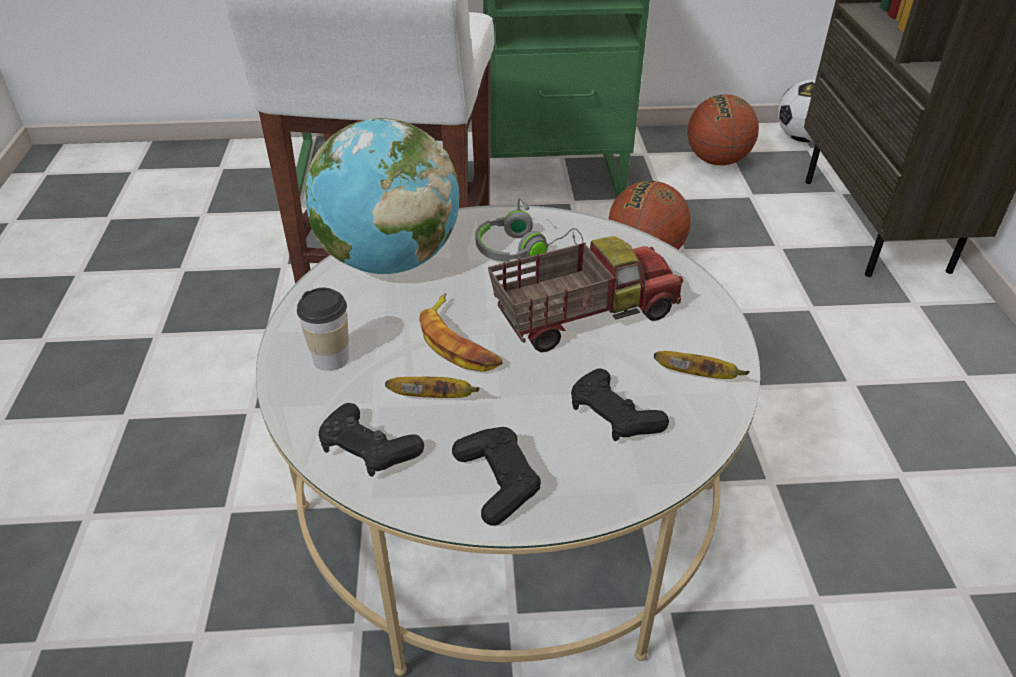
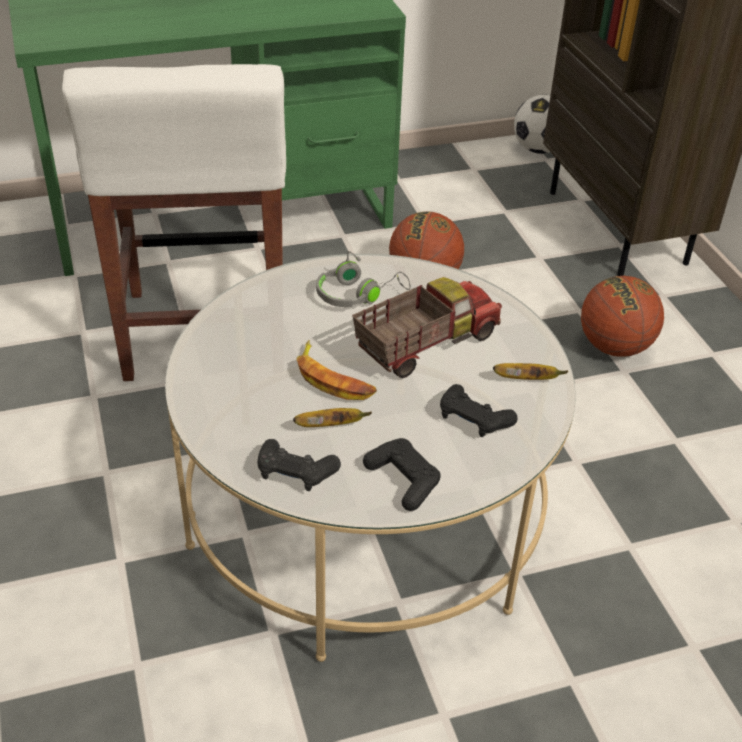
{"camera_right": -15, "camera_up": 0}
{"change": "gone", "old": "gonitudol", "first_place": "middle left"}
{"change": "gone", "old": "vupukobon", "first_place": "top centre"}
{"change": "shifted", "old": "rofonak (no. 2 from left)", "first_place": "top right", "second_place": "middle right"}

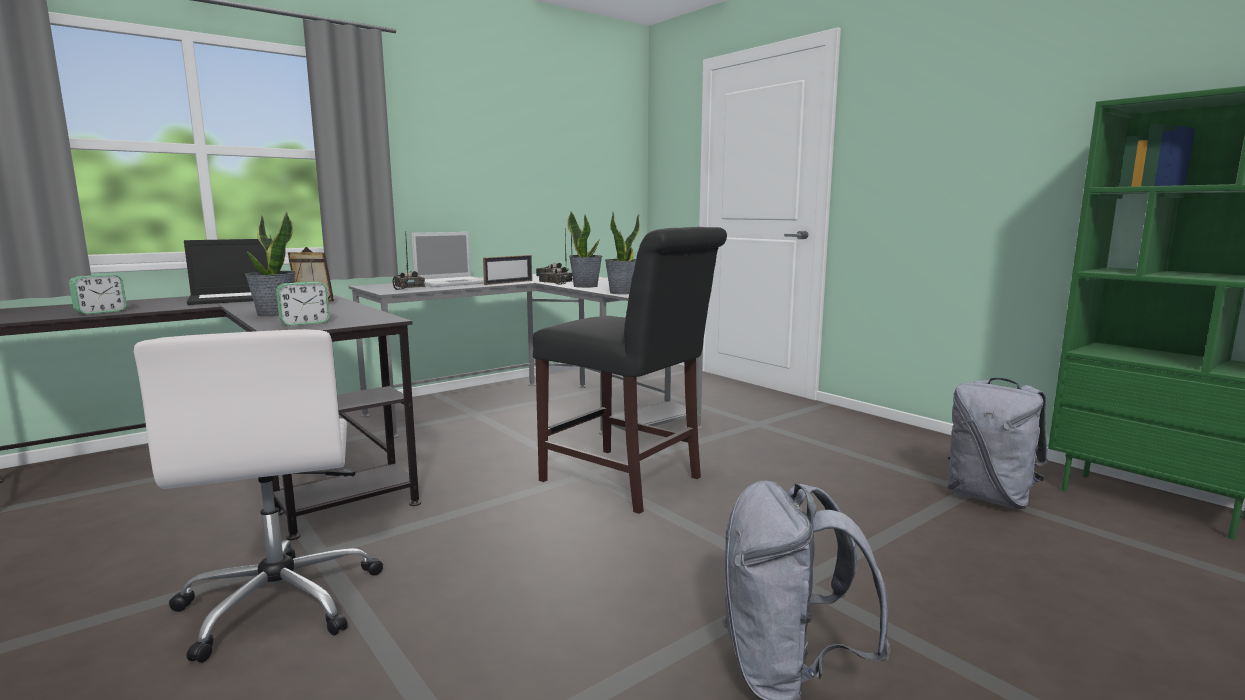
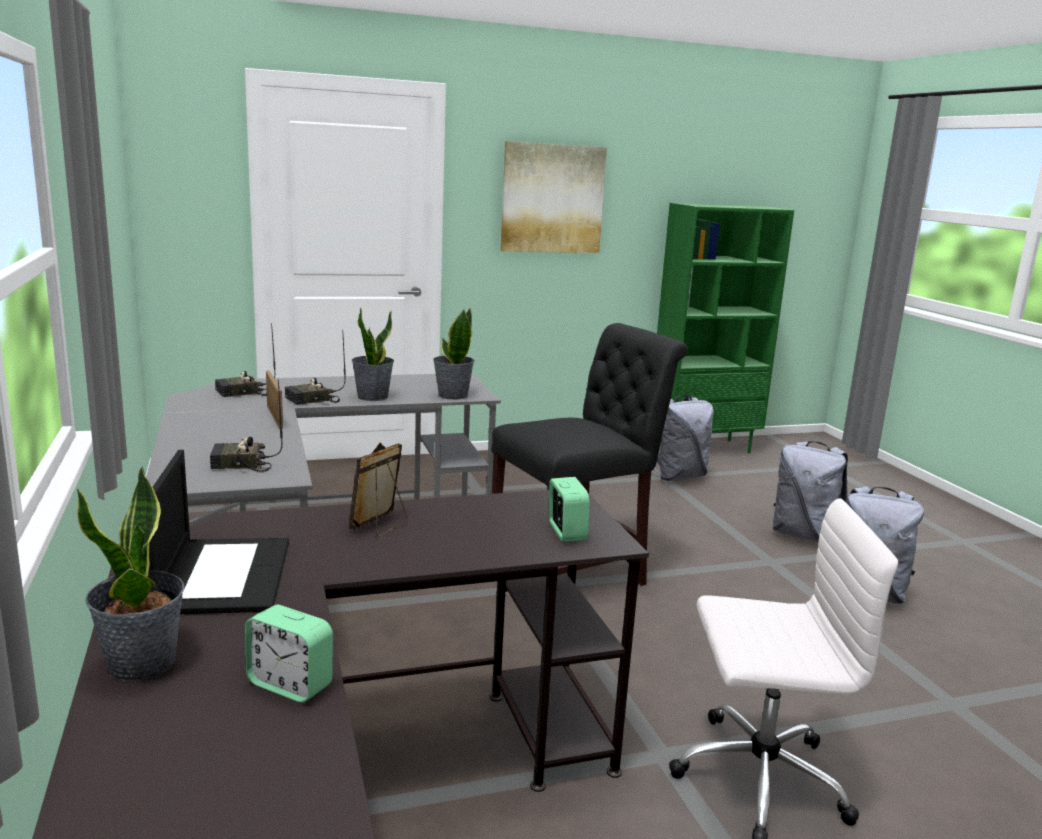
{"camera_right": -70, "camera_up": 5}
{"change": "rotated", "old": "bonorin (no. 1 from left)", "first_place": "middle left", "second_place": "bottom left", "degrees": 150}
{"change": "shifted", "old": "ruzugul (no. 1 from left)", "first_place": "middle left", "second_place": "bottom left"}
{"change": "gone", "old": "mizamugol (no. 2 from left)", "first_place": "centre"}
{"change": "new", "new": "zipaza", "second_place": "top centre"}
{"change": "new", "new": "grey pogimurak (no. 2 from left)", "second_place": "middle right"}

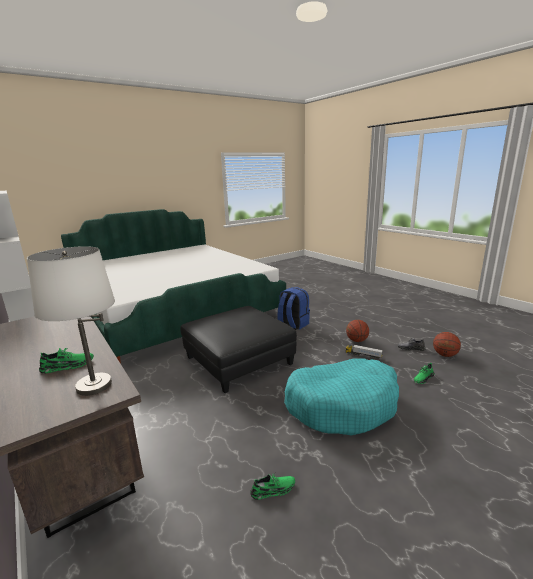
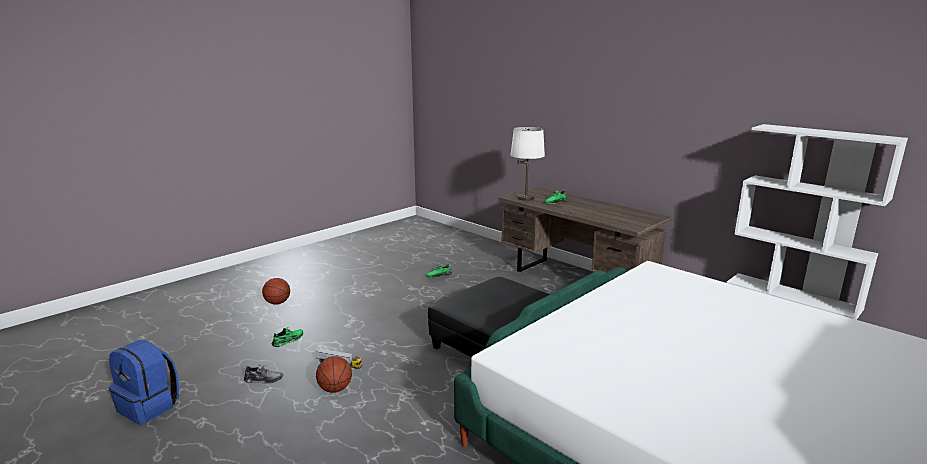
{"camera_right": 170, "camera_up": 0}
{"change": "shifted", "old": "blue pogimurak", "first_place": "centre", "second_place": "bottom left"}
{"change": "gone", "old": "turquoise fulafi", "first_place": "bottom centre"}
{"change": "shifted", "old": "rofonak (no. 2 from left in the first image)", "new": "rofonak (no. 1 from left)", "first_place": "middle right", "second_place": "middle left"}

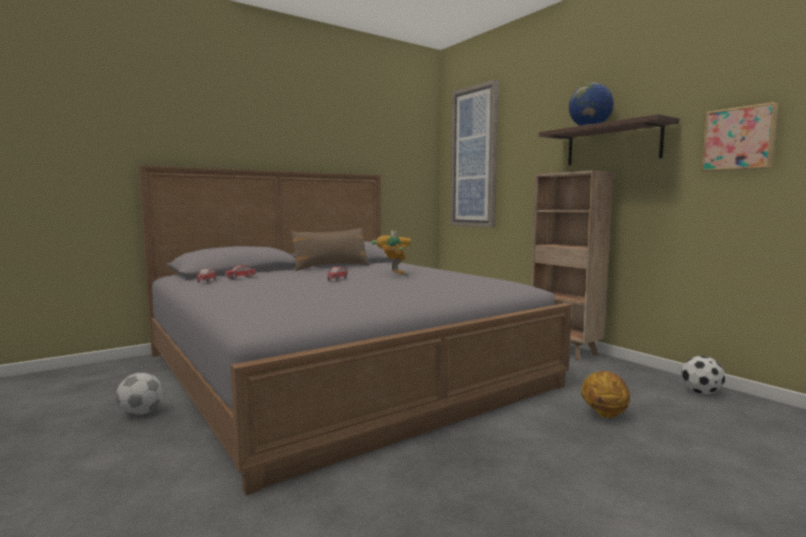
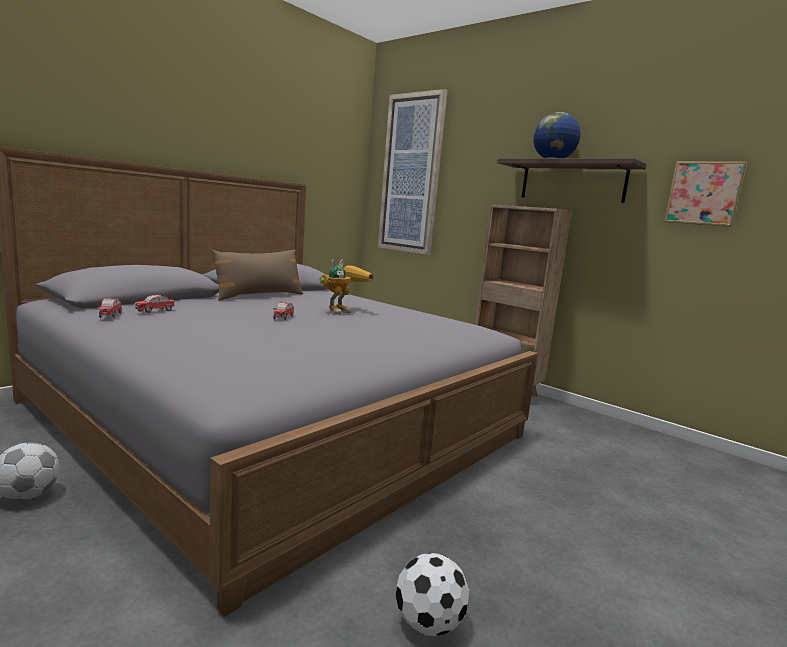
{"camera_right": -15, "camera_up": 5}
{"change": "rotated", "old": "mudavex", "first_place": "centre", "second_place": "centre", "degrees": 75}
{"change": "gone", "old": "rofonak", "first_place": "bottom right"}
{"change": "shifted", "old": "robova (no. 2 from left)", "first_place": "bottom right", "second_place": "bottom centre"}

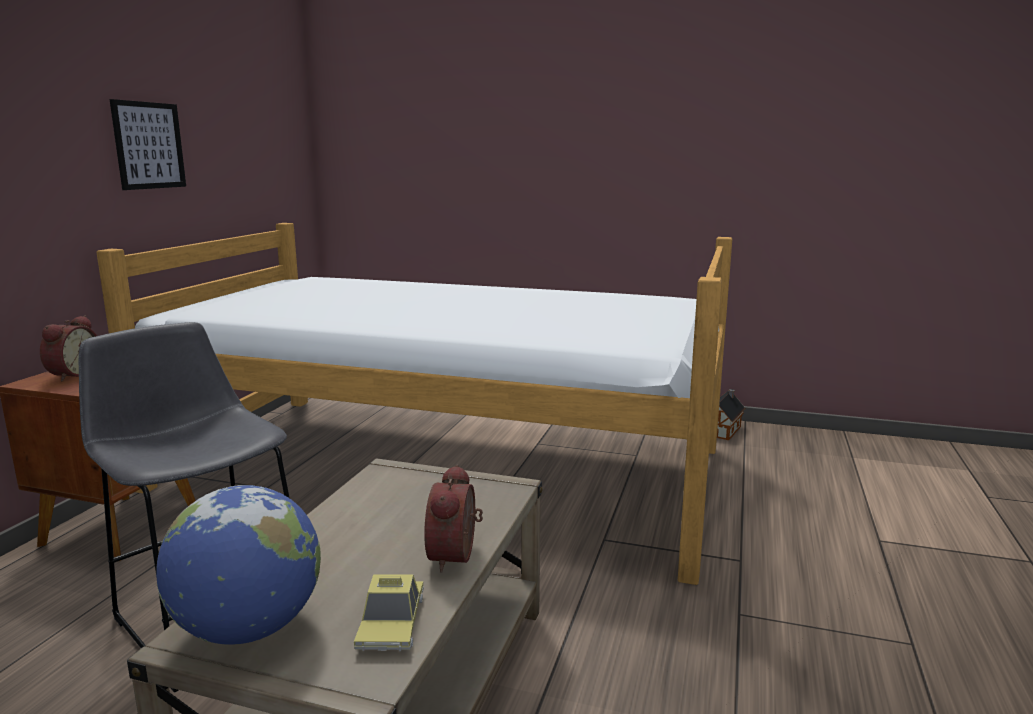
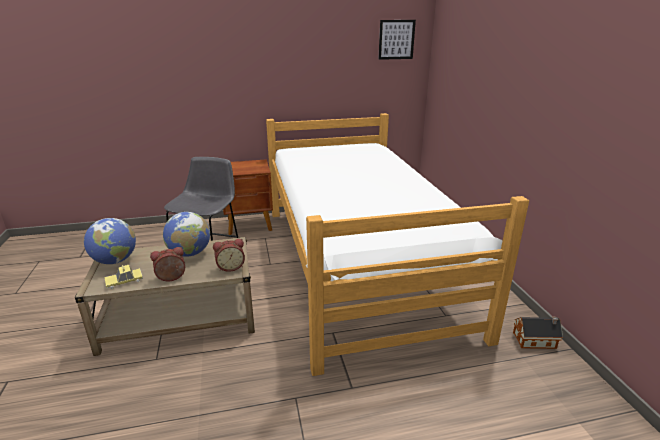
{"camera_right": 60, "camera_up": 10}
{"change": "shifted", "old": "bonorin (no. 1 from left in the first image)", "new": "bonorin (no. 2 from left)", "first_place": "middle left", "second_place": "centre"}
{"change": "shifted", "old": "zipaza", "first_place": "top left", "second_place": "top centre"}
{"change": "new", "new": "vupukobon (no. 2 from left)", "second_place": "middle left"}

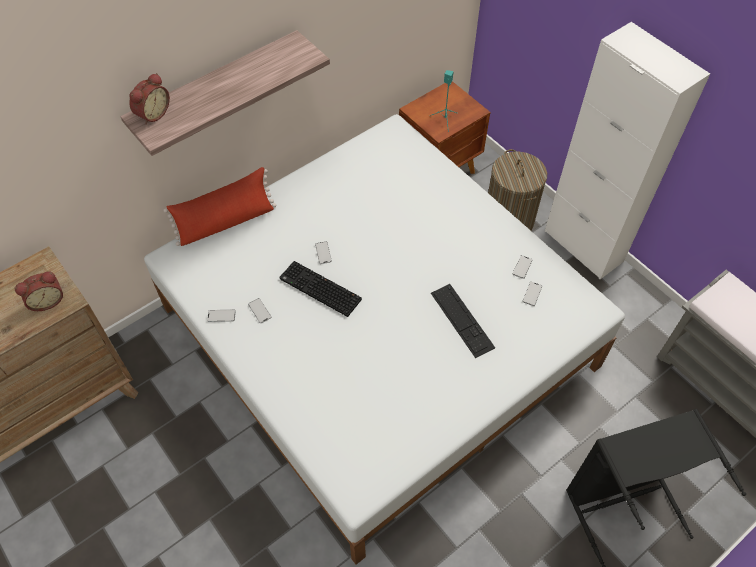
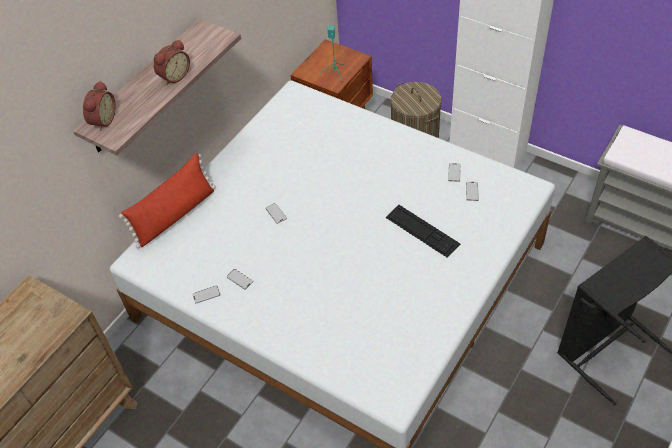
{"camera_right": -15, "camera_up": -5}
{"change": "shifted", "old": "bonorin (no. 1 from left in the first image)", "new": "bonorin (no. 2 from left)", "first_place": "middle left", "second_place": "top left"}
{"change": "gone", "old": "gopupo (no. 1 from left)", "first_place": "centre"}

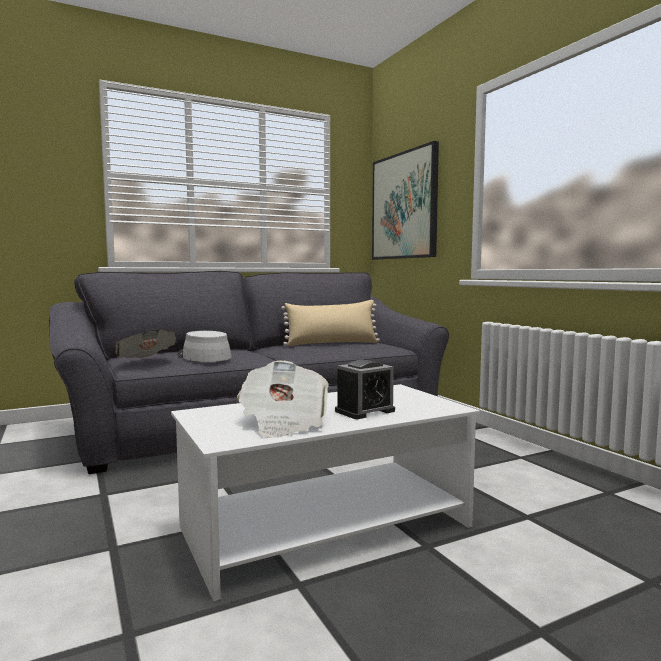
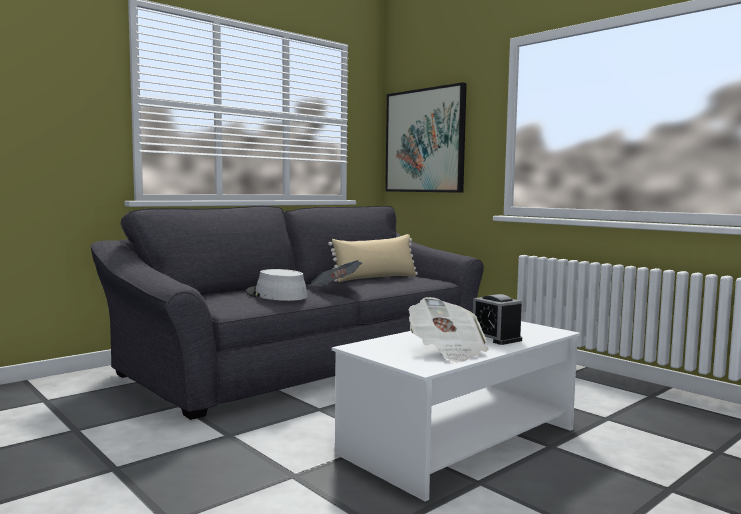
{"camera_right": -15, "camera_up": 0}
{"change": "shifted", "old": "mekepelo (no. 1 from left)", "first_place": "middle left", "second_place": "centre"}
{"change": "rotated", "old": "bonorin", "first_place": "centre", "second_place": "middle right", "degrees": 105}

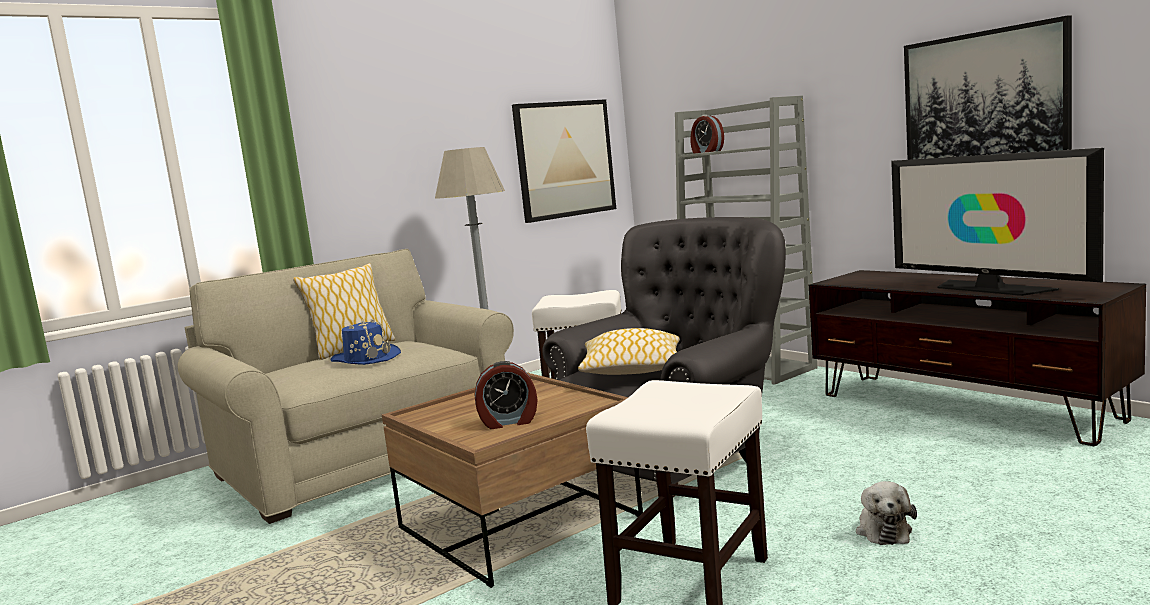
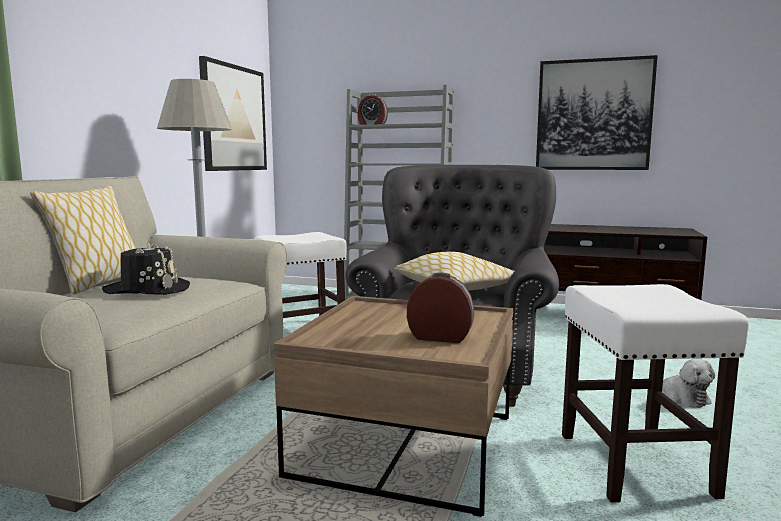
{"camera_right": -35, "camera_up": 0}
{"change": "repainted", "old": "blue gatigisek", "new": "black gatigisek", "first_place": "middle left", "second_place": "middle left"}
{"change": "rotated", "old": "bonorin (no. 1 from left in the first image)", "first_place": "centre", "second_place": "centre", "degrees": -120}
{"change": "gone", "old": "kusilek", "first_place": "middle right"}

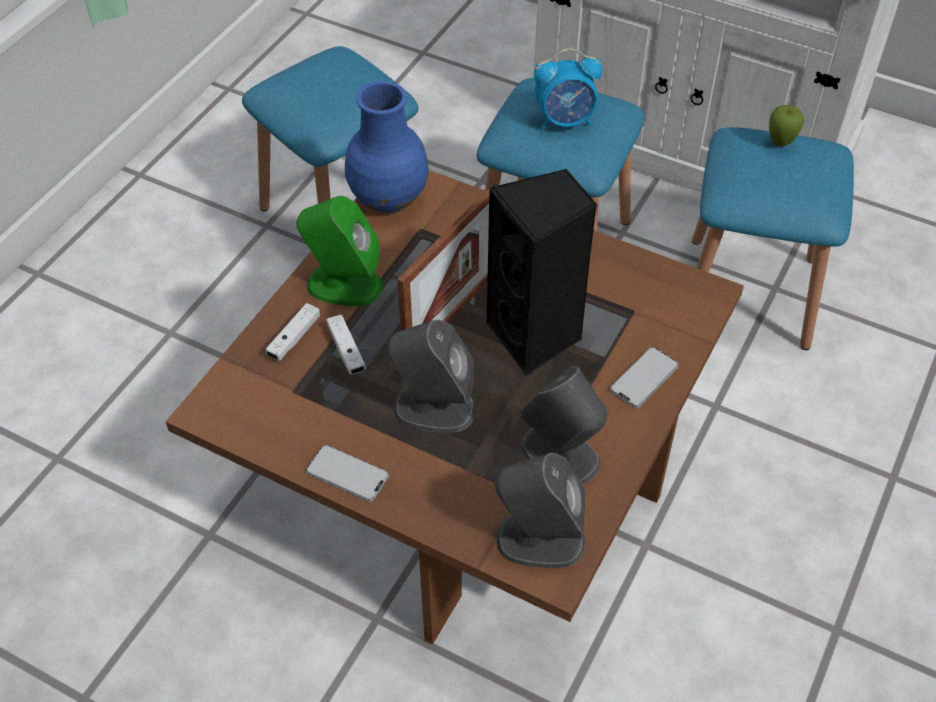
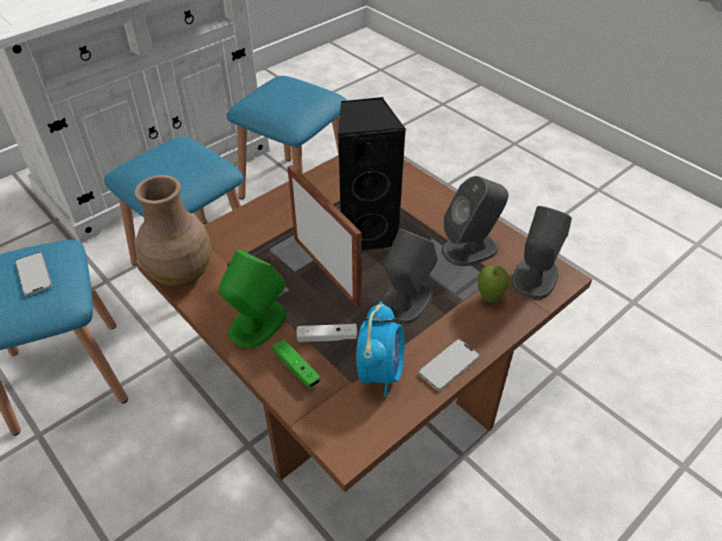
{"camera_right": -70, "camera_up": -5}
{"change": "repainted", "old": "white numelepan (no. 1 from left)", "new": "green numelepan", "first_place": "middle left", "second_place": "bottom centre"}
{"change": "repainted", "old": "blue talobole", "new": "brown talobole", "first_place": "top centre", "second_place": "middle left"}
{"change": "shifted", "old": "bonorin", "first_place": "top centre", "second_place": "centre"}
{"change": "shifted", "old": "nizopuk (no. 2 from left in the first image)", "new": "nizopuk (no. 1 from left)", "first_place": "middle right", "second_place": "middle left"}
{"change": "shifted", "old": "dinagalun", "first_place": "top right", "second_place": "middle right"}

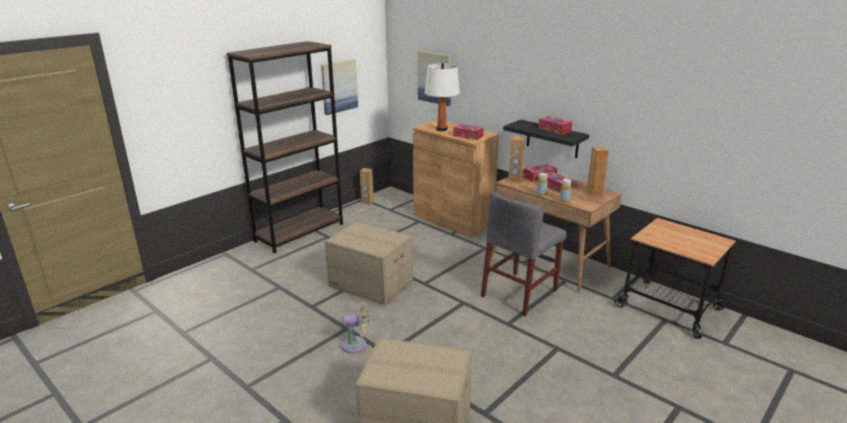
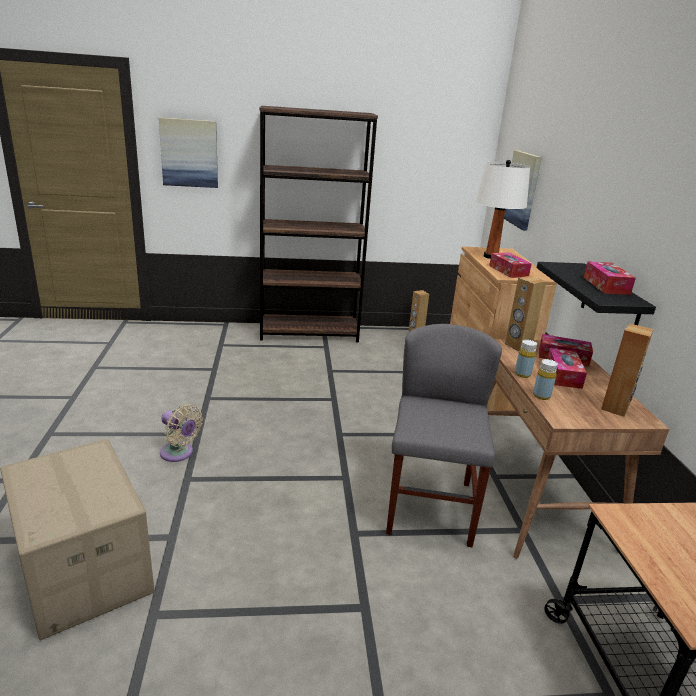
{"camera_right": 40, "camera_up": 0}
{"change": "shifted", "old": "zipaza (no. 1 from left)", "first_place": "top centre", "second_place": "top left"}
{"change": "gone", "old": "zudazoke (no. 1 from left)", "first_place": "centre"}
{"change": "rotated", "old": "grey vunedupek", "first_place": "centre", "second_place": "centre", "degrees": 105}

